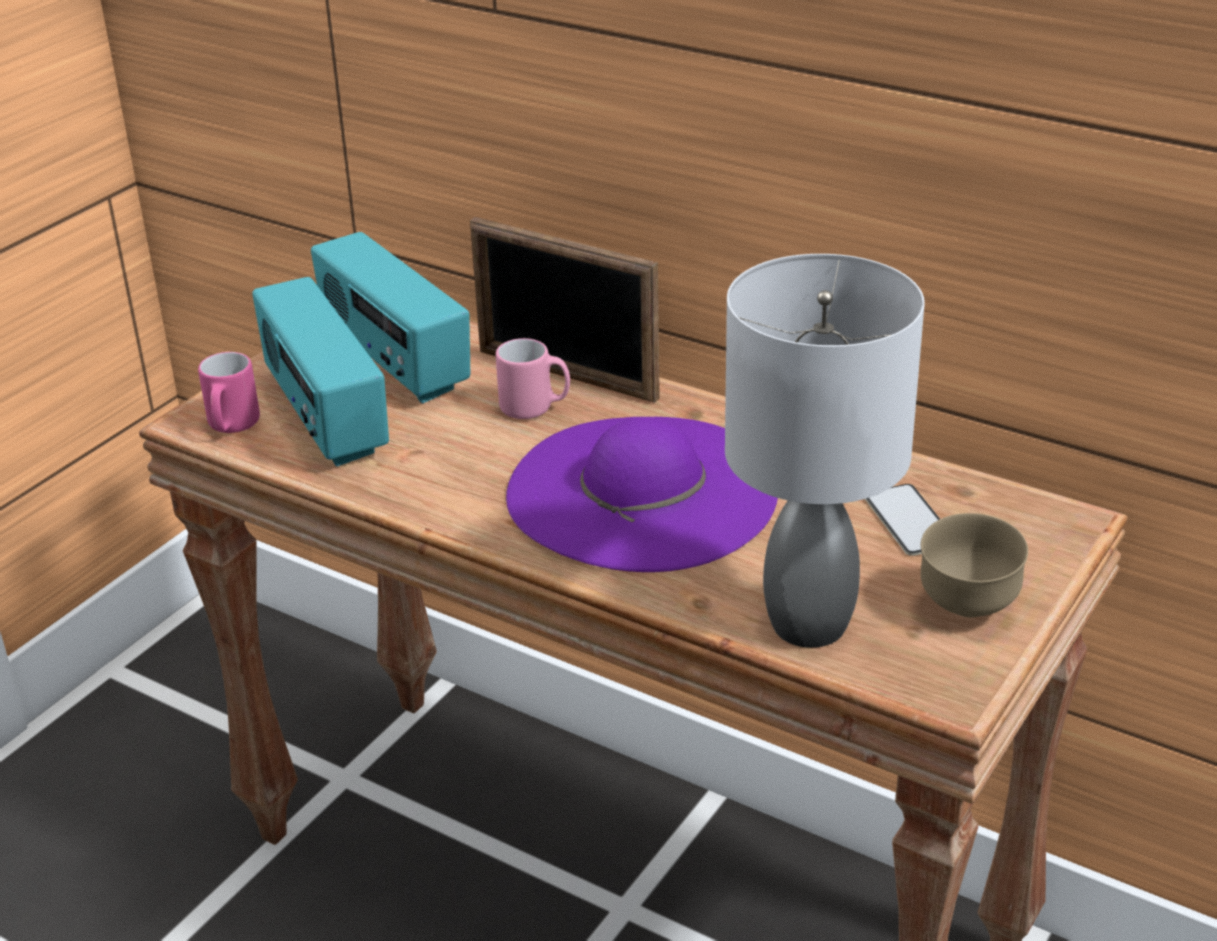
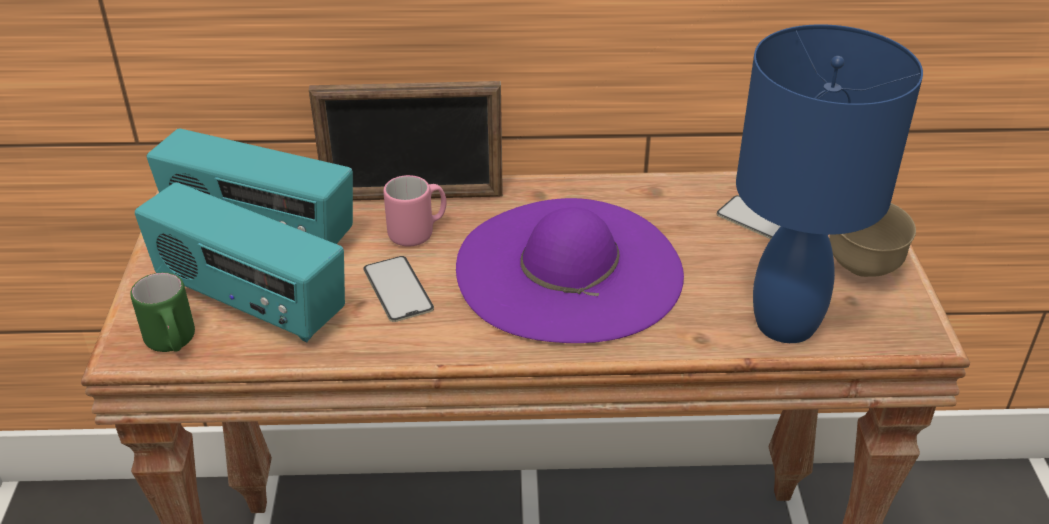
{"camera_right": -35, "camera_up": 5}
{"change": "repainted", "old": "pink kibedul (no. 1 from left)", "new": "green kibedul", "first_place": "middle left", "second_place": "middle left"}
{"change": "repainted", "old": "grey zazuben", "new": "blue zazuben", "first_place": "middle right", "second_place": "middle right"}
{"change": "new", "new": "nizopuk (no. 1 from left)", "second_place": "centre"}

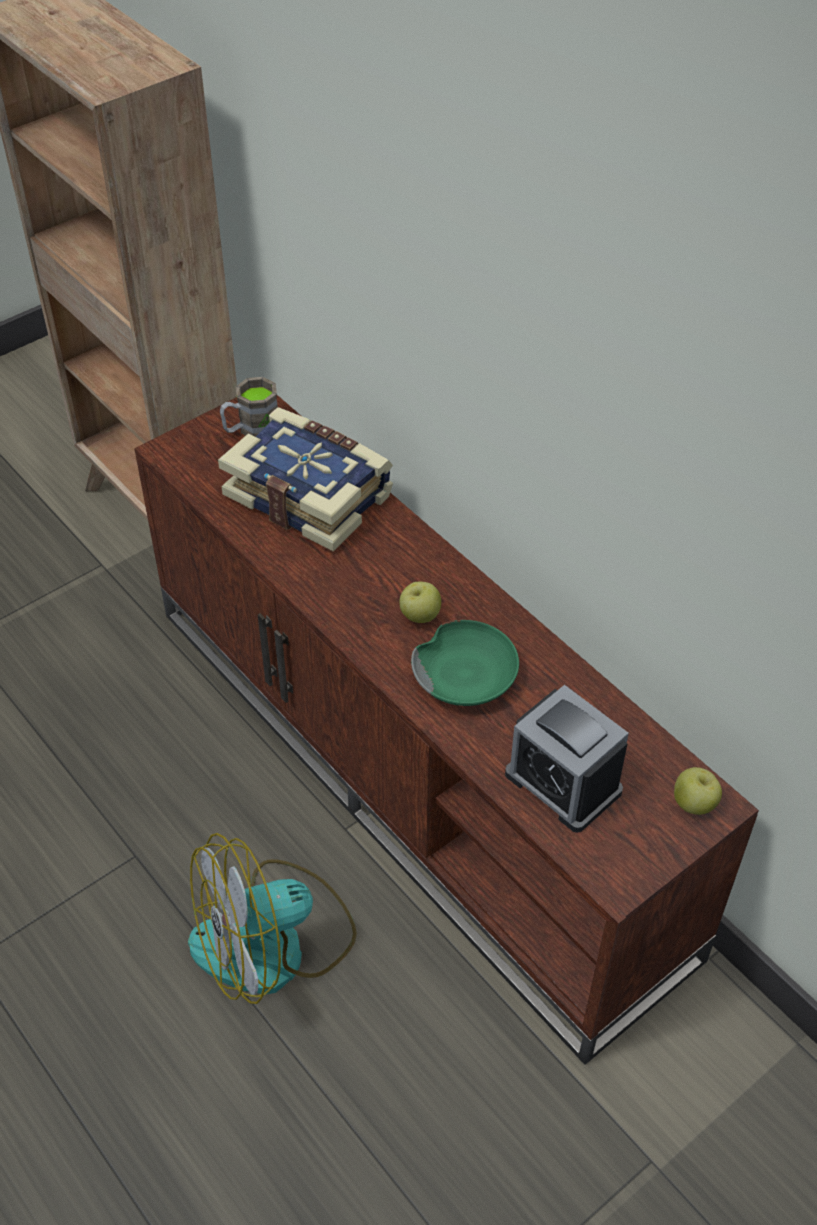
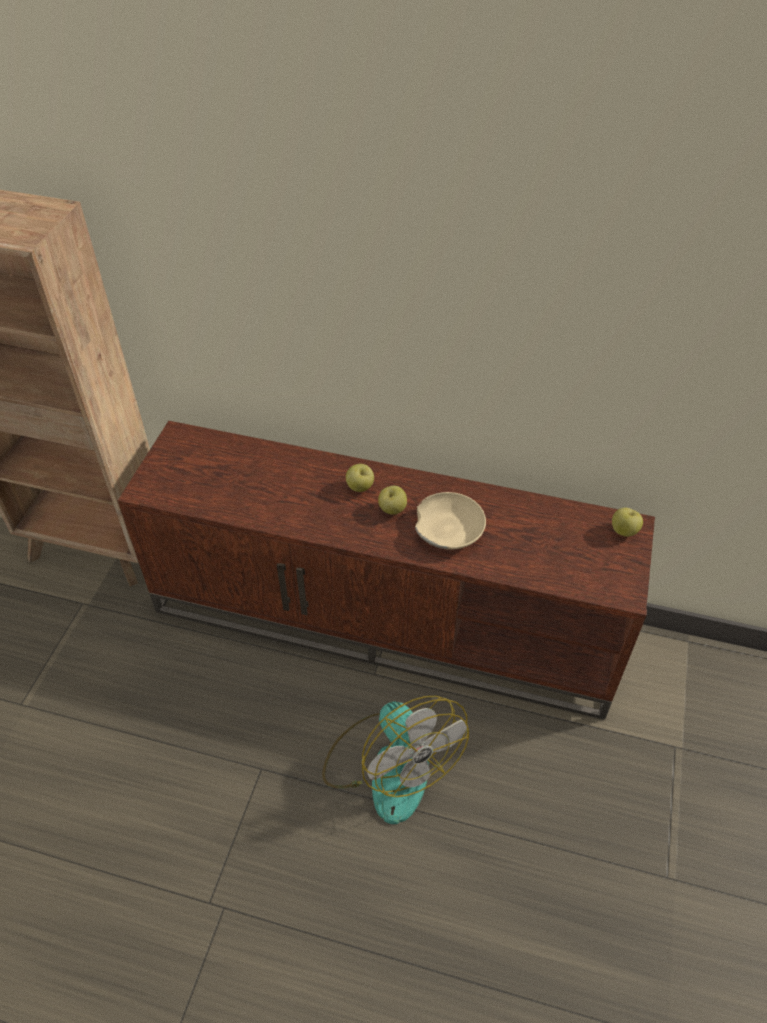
{"camera_right": -35, "camera_up": 0}
{"change": "rotated", "old": "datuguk", "first_place": "bottom left", "second_place": "bottom centre", "degrees": -60}
{"change": "gone", "old": "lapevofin", "first_place": "centre"}
{"change": "gone", "old": "brown kibedul", "first_place": "top left"}
{"change": "repainted", "old": "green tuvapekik", "new": "beige tuvapekik", "first_place": "centre", "second_place": "centre"}
{"change": "gone", "old": "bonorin", "first_place": "middle right"}
{"change": "new", "new": "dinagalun (no. 1 from left)", "second_place": "centre"}

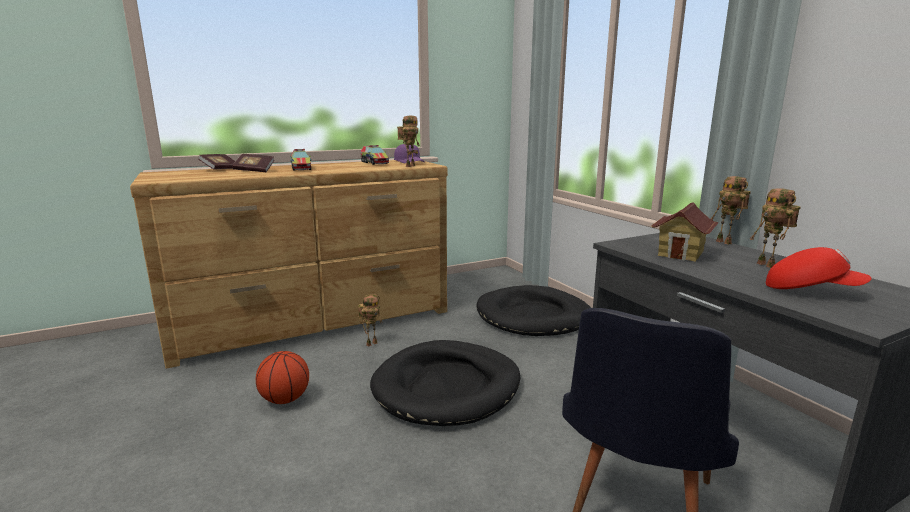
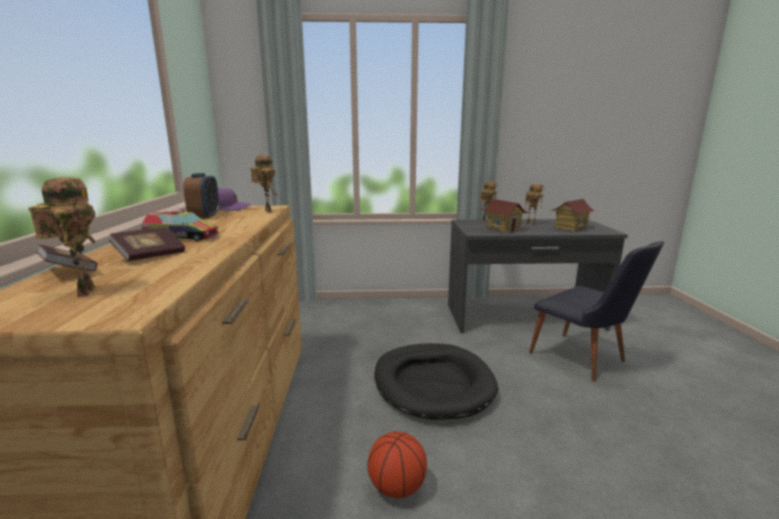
{"camera_right": -65, "camera_up": 0}
{"change": "shifted", "old": "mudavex (no. 1 from left)", "first_place": "centre", "second_place": "middle left"}
{"change": "swapped", "old": "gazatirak (no. 2 from left)", "new": "bonorin", "first_place": "top centre", "second_place": "middle left"}
{"change": "gone", "old": "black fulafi (no. 2 from left)", "first_place": "centre"}
{"change": "swapped", "old": "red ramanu", "new": "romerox (no. 2 from left)", "first_place": "middle right", "second_place": "middle right"}

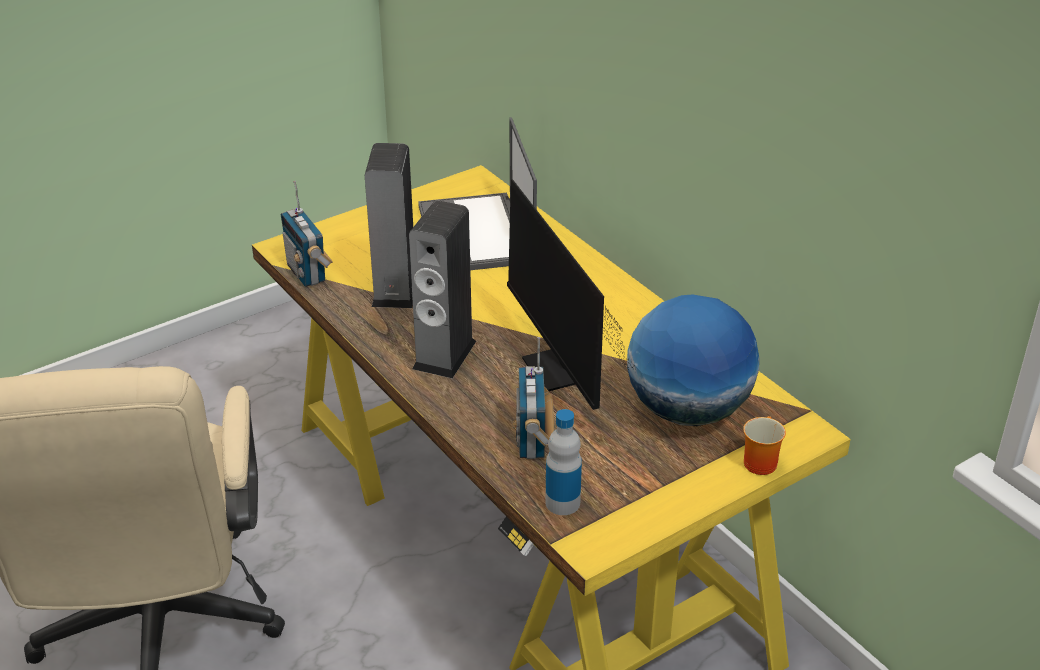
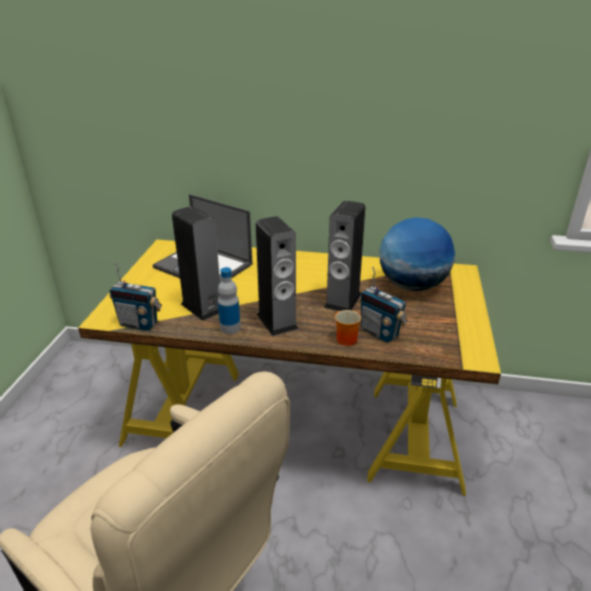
{"camera_right": -45, "camera_up": -5}
{"change": "swapped", "old": "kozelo", "new": "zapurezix (no. 3 from left)", "first_place": "centre", "second_place": "centre"}
{"change": "shifted", "old": "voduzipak", "first_place": "bottom centre", "second_place": "centre"}
{"change": "shifted", "old": "kibedul", "first_place": "middle right", "second_place": "centre"}

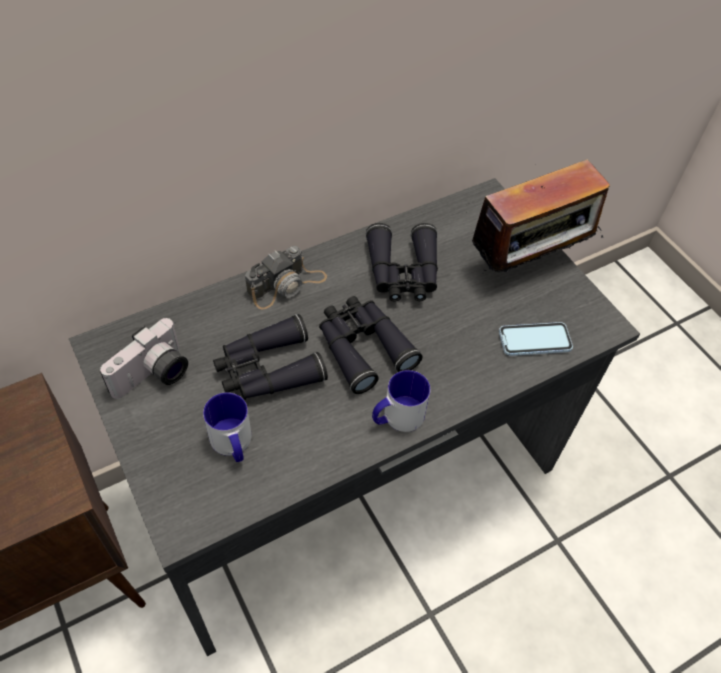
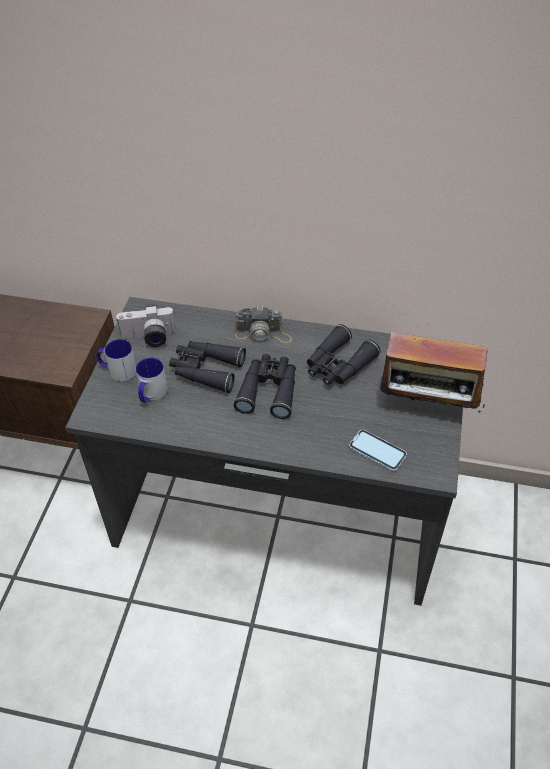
{"camera_right": 45, "camera_up": -5}
{"change": "shifted", "old": "kibedul (no. 2 from left in the first image)", "new": "kibedul (no. 1 from left)", "first_place": "centre", "second_place": "middle left"}

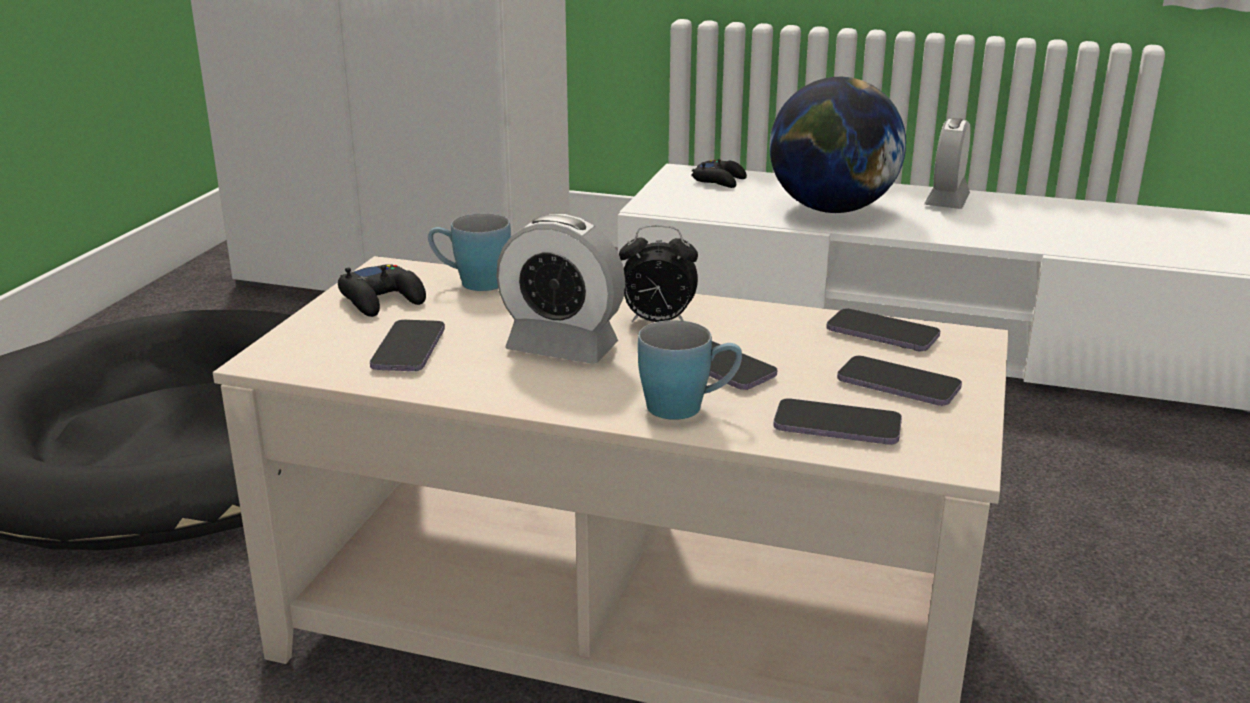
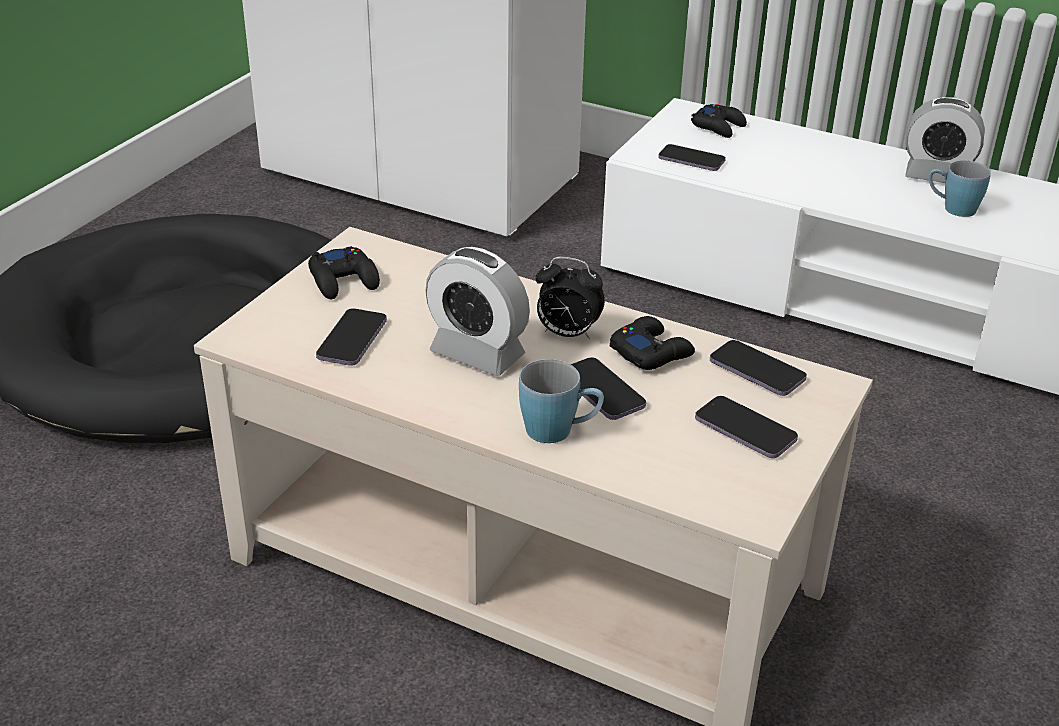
{"camera_right": 10, "camera_up": 10}
{"change": "shifted", "old": "blue kibedul (no. 1 from left in the first image)", "new": "blue kibedul (no. 2 from left)", "first_place": "centre", "second_place": "top right"}
{"change": "gone", "old": "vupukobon", "first_place": "top right"}
{"change": "shifted", "old": "nizopuk (no. 3 from left)", "first_place": "middle right", "second_place": "top centre"}
{"change": "rotated", "old": "bonorin (no. 3 from left)", "first_place": "top right", "second_place": "top right", "degrees": -105}
{"change": "new", "new": "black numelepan (no. 2 from left)", "second_place": "centre"}

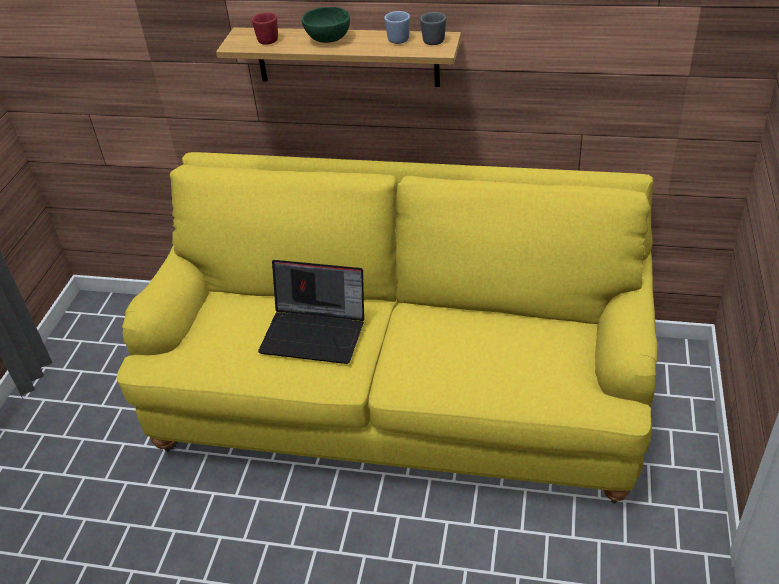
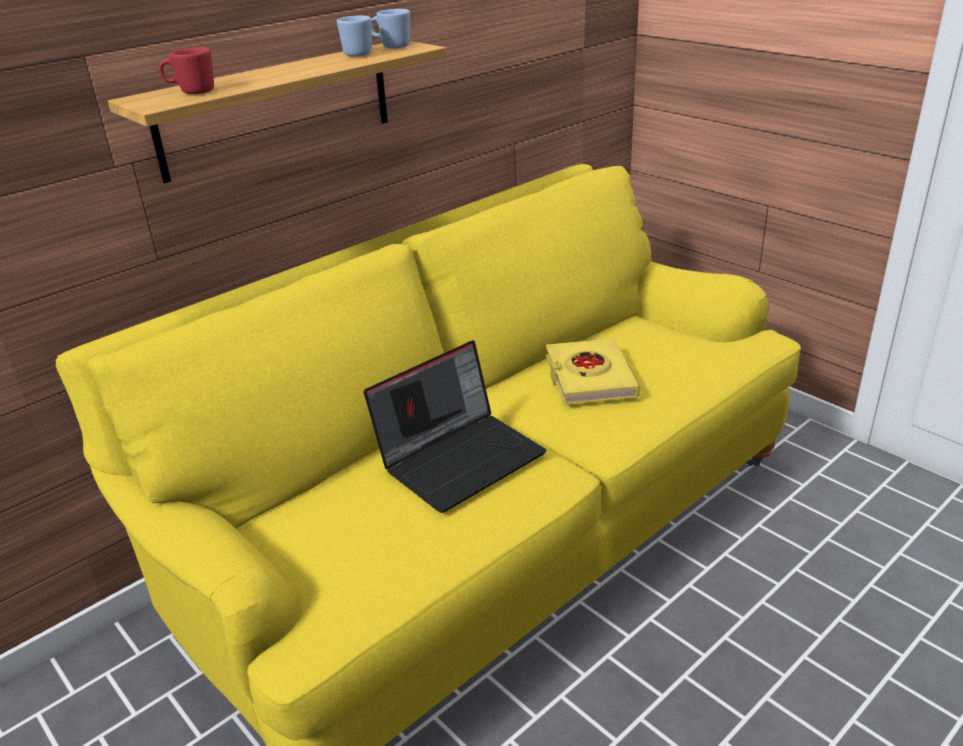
{"camera_right": -55, "camera_up": -10}
{"change": "gone", "old": "green tuvapekik", "first_place": "top centre"}
{"change": "repainted", "old": "grey kibedul", "new": "blue kibedul (no. 2 from left)", "first_place": "top centre", "second_place": "top centre"}
{"change": "new", "new": "yellow lapevofin", "second_place": "centre"}

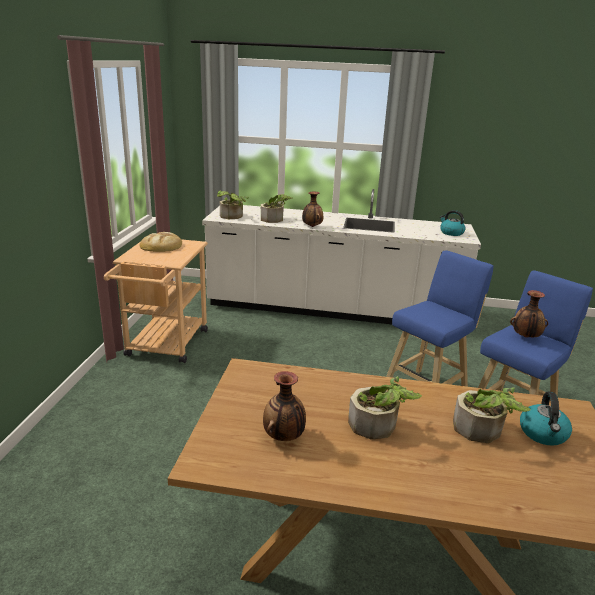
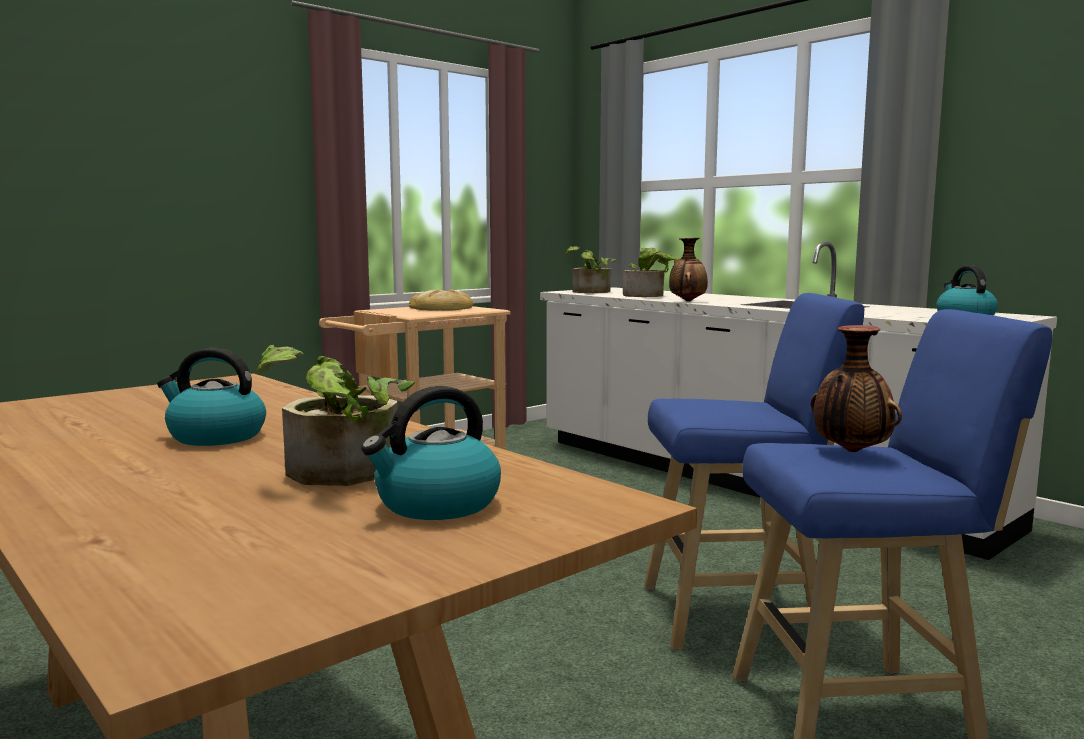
{"camera_right": 40, "camera_up": -15}
{"change": "gone", "old": "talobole (no. 1 from left)", "first_place": "bottom centre"}
{"change": "swapped", "old": "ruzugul (no. 3 from left)", "new": "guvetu (no. 1 from left)", "first_place": "bottom centre", "second_place": "middle left"}

